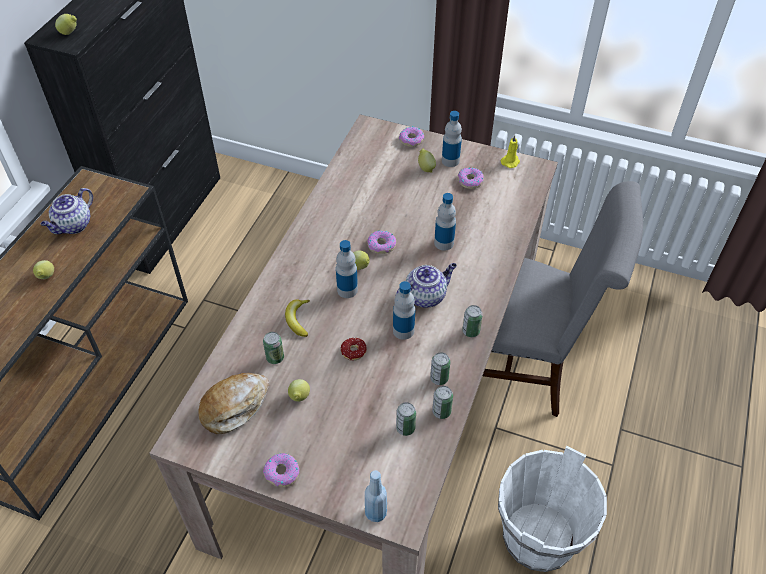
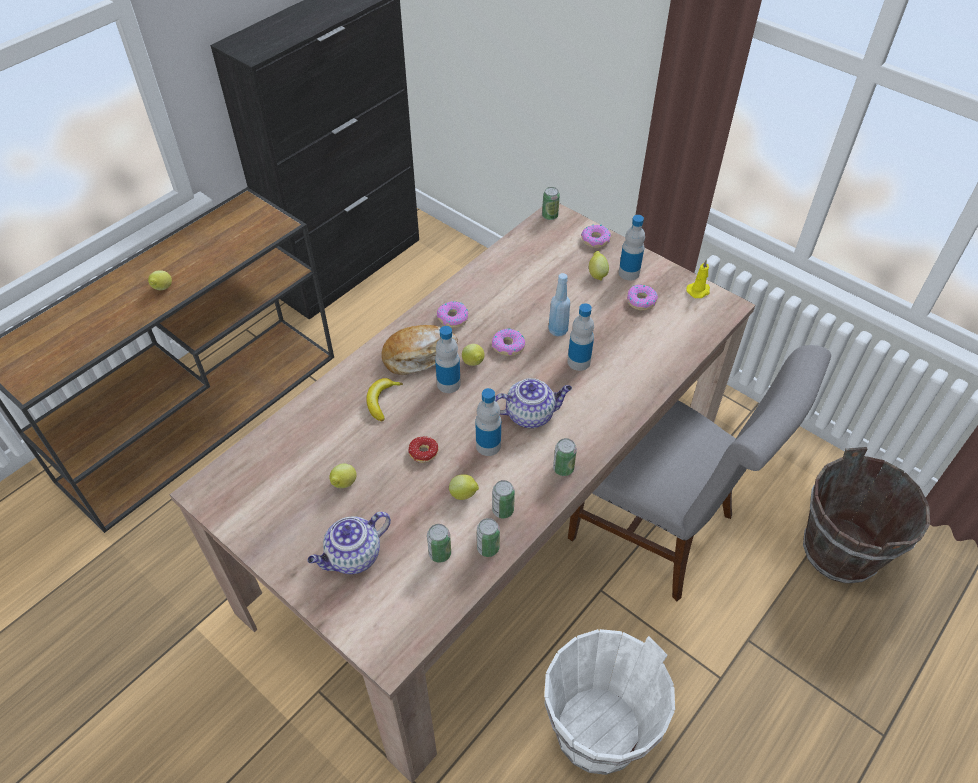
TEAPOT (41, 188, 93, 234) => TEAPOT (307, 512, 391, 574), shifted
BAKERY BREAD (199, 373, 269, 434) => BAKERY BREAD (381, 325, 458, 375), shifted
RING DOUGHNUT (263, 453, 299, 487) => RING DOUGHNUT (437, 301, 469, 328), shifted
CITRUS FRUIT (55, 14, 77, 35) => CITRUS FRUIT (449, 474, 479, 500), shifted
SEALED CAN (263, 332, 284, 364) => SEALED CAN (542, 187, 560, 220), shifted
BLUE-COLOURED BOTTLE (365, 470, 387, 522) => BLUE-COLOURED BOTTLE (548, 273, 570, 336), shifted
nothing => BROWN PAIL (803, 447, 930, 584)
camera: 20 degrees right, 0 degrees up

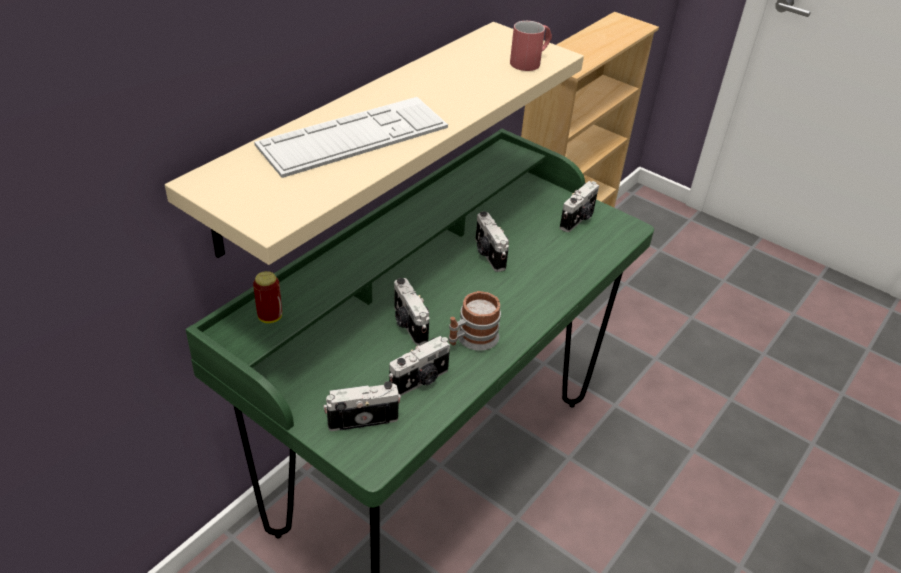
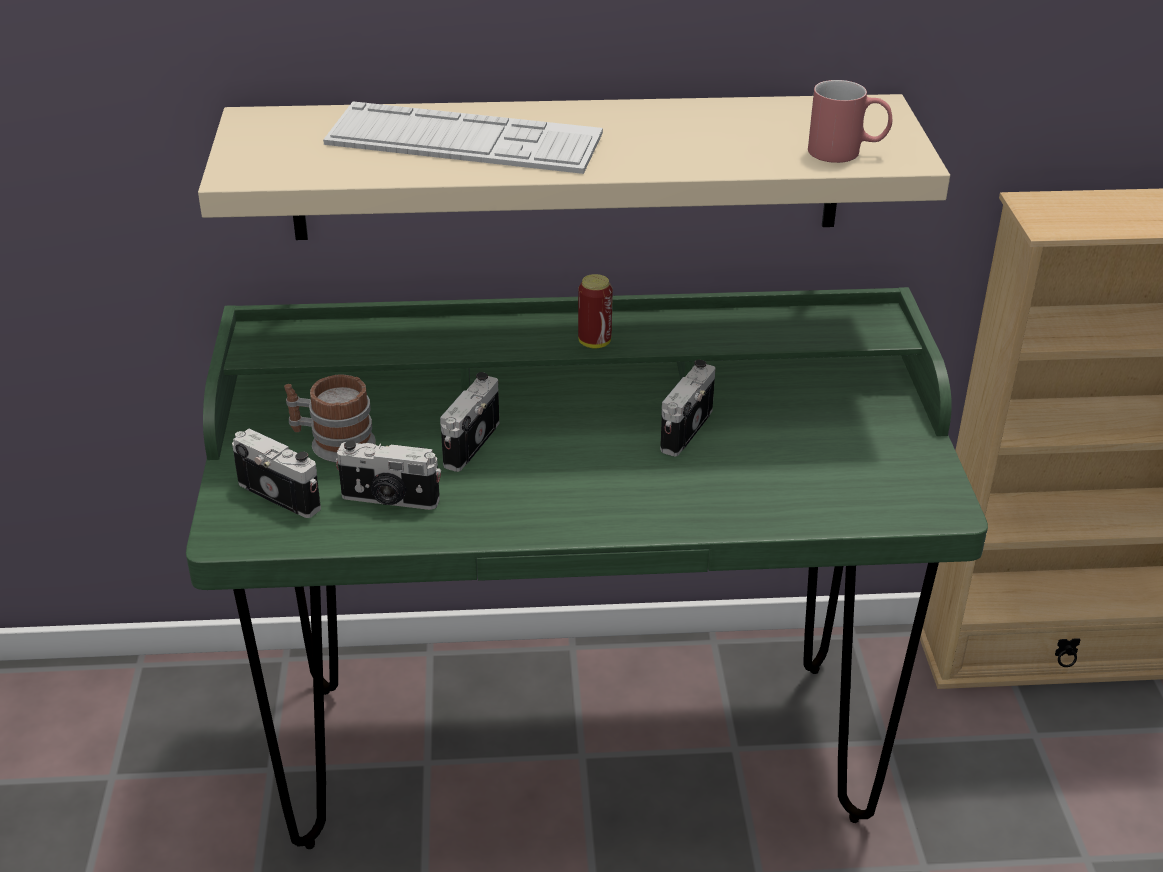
MUG (448, 291, 501, 351) => MUG (284, 374, 376, 462), shifted
SEALED CAN (253, 271, 282, 323) => SEALED CAN (578, 274, 613, 349), shifted
PHOTO CAMERA (560, 181, 599, 232) => nothing
camera: 50 degrees right, 5 degrees down

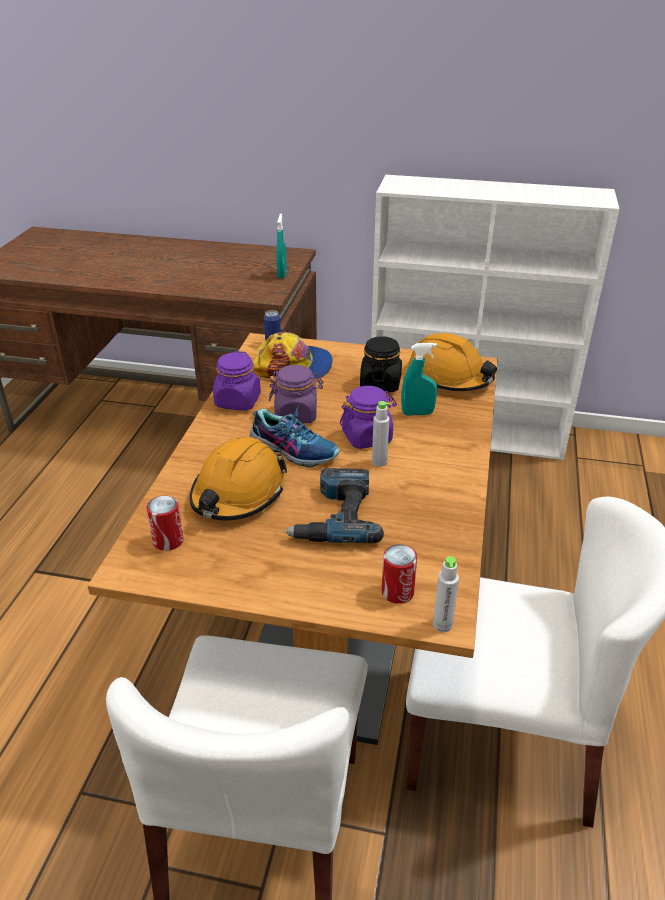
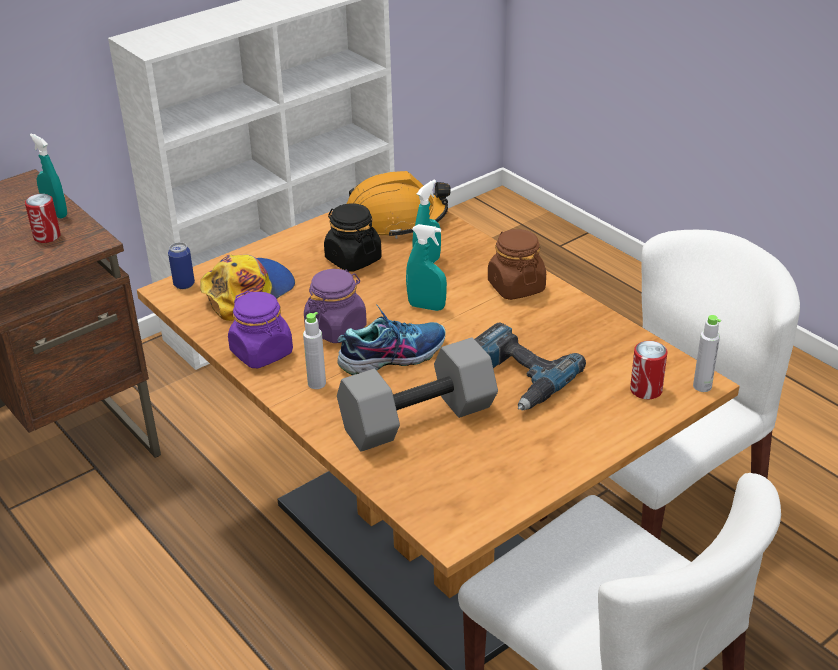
SEALED CAN (147, 495, 184, 551) => SEALED CAN (25, 194, 61, 243), shifted
GREYISH BOTTLE (372, 401, 390, 467) => GREYISH BOTTLE (303, 312, 326, 389), shifted
ORANGE-COLOURED WORK HELMET (189, 437, 287, 520) => GREYISH DUMBBELL (337, 337, 498, 452)
PURPLE JAR (340, 386, 397, 449) => BLUE-GREEN SPRAYER (406, 224, 447, 311)
nothing => BROWN JAR (488, 229, 546, 300)
camera: 50 degrees left, 0 degrees up

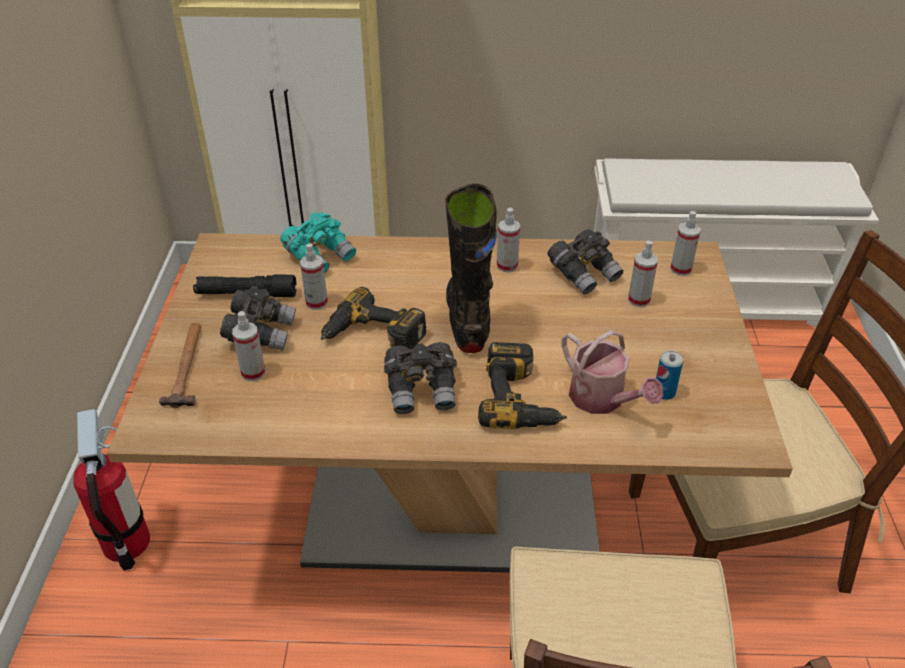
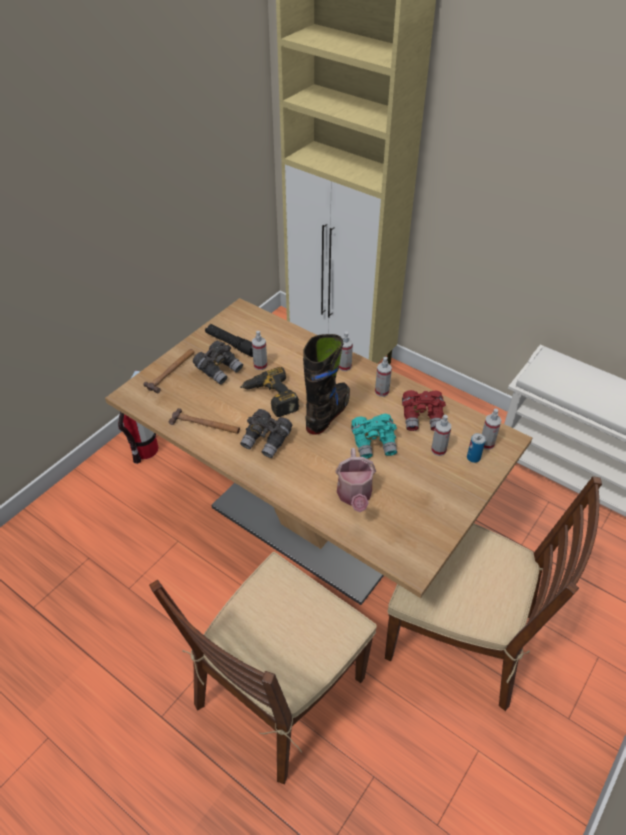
nothing => HAND HAMMER (169, 408, 240, 434)
SPRAYER (232, 311, 265, 381) => SPRAYER (339, 331, 353, 371), shifted
BLUE-GREEN PAIR OF BINOCULARS (280, 213, 356, 273) => BLUE-GREEN PAIR OF BINOCULARS (351, 414, 397, 459), shifted
GREYISH PAIR OF BINOCULARS (547, 229, 624, 294) => REDDISH PAIR OF BINOCULARS (402, 390, 446, 431)
SEALED CAN (656, 351, 683, 400) => SEALED CAN (467, 433, 486, 463), shifted
DRILL (478, 342, 567, 429) => nothing
camera: 35 degrees right, 5 degrees up

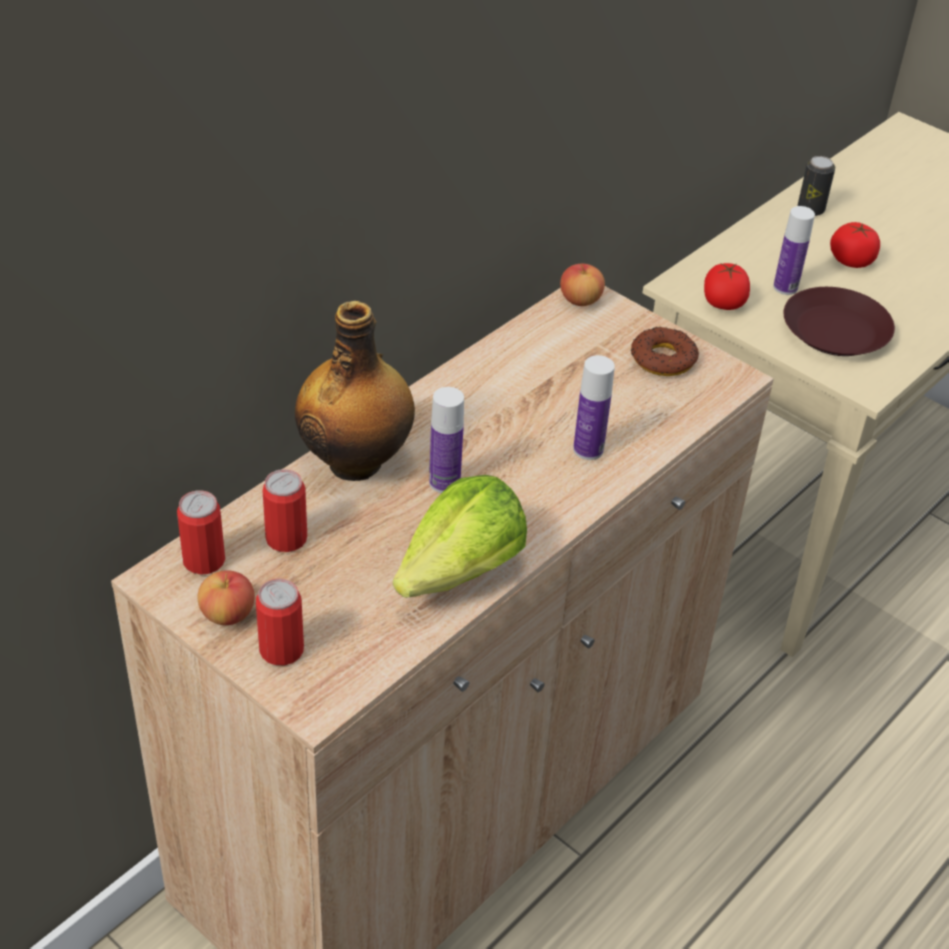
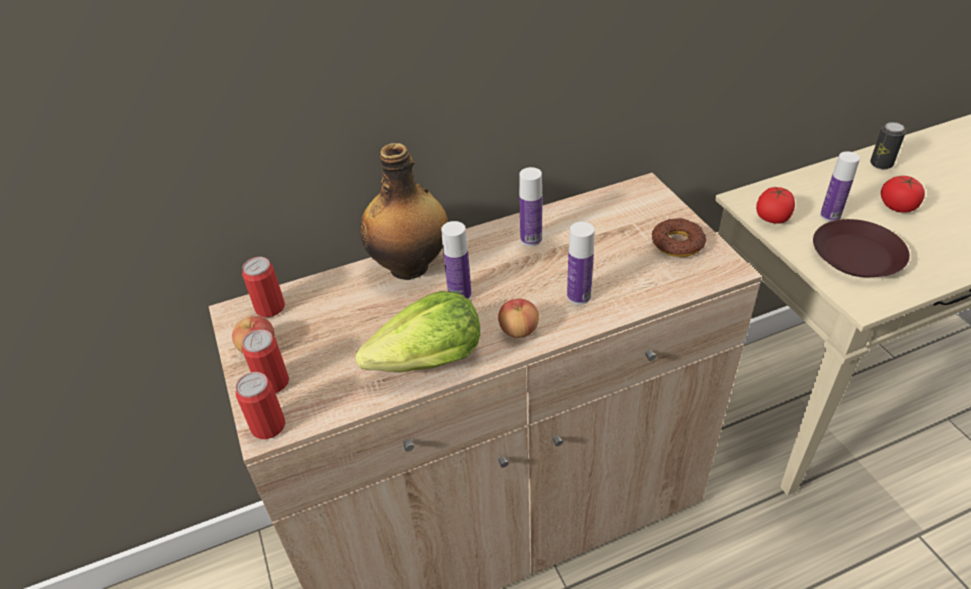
SEALED CAN (263, 469, 307, 552) => SEALED CAN (236, 372, 285, 439), shifted
WHOLE APPLE (560, 264, 605, 306) => WHOLE APPLE (498, 299, 539, 338), shifted
nothing => BOTTLE (519, 167, 542, 246)
camera: 30 degrees right, 0 degrees up

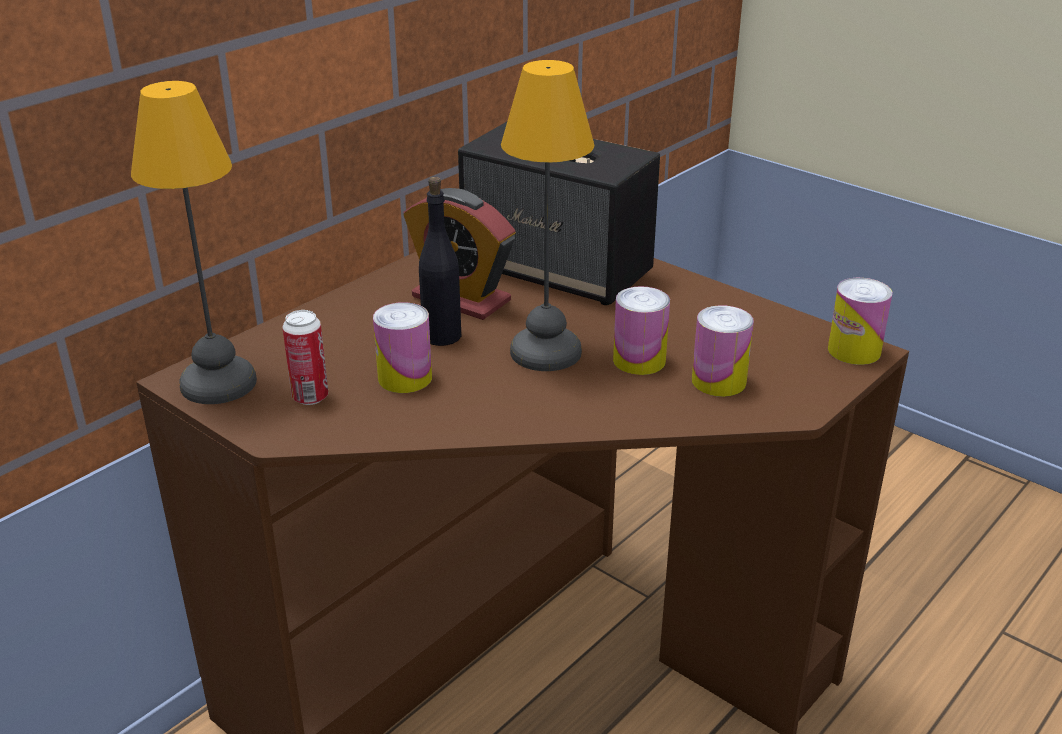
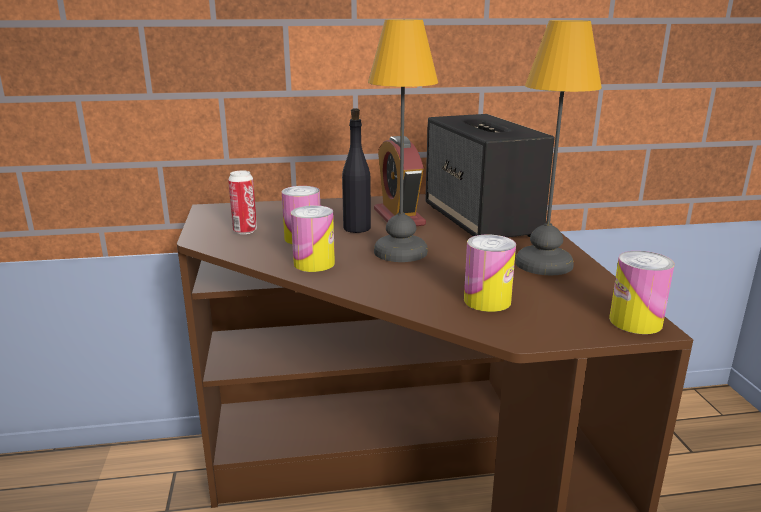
SEALED CAN (613, 286, 670, 375) => SEALED CAN (291, 205, 335, 272), shifted
TABLE LAMP (131, 81, 257, 404) => TABLE LAMP (515, 20, 602, 275), shifted
camera: 40 degrees right, 10 degrees down

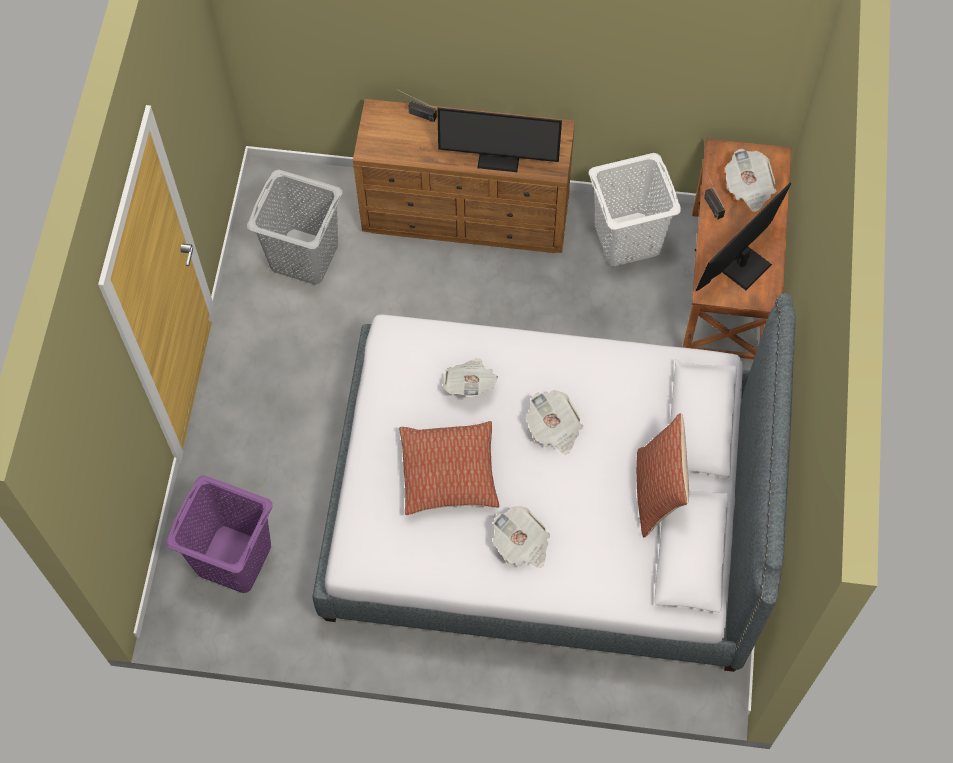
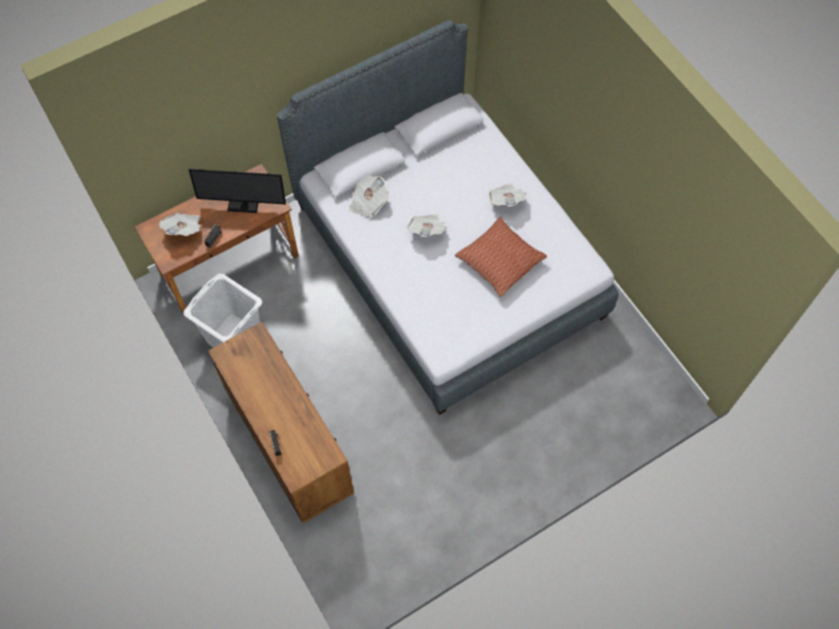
DAILY PAPER (443, 358, 498, 398) => DAILY PAPER (349, 175, 389, 218), shifted
PURPLE WASHING BASKET (166, 475, 273, 593) => nothing
GREYISH WASHING BASKET (247, 170, 342, 285) => nothing
COMPUTER SCREEN (437, 107, 562, 172) => nothing
THROW PILLOW (636, 413, 689, 538) => nothing
camera: 130 degrees left, 0 degrees up

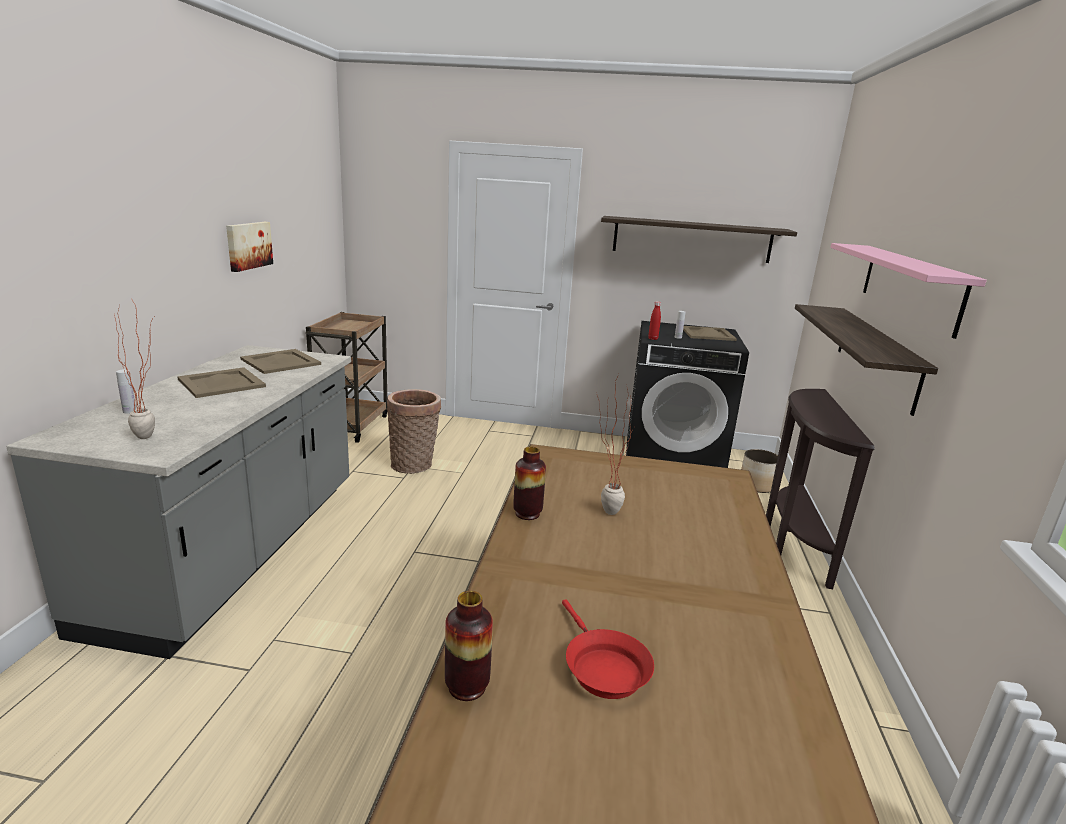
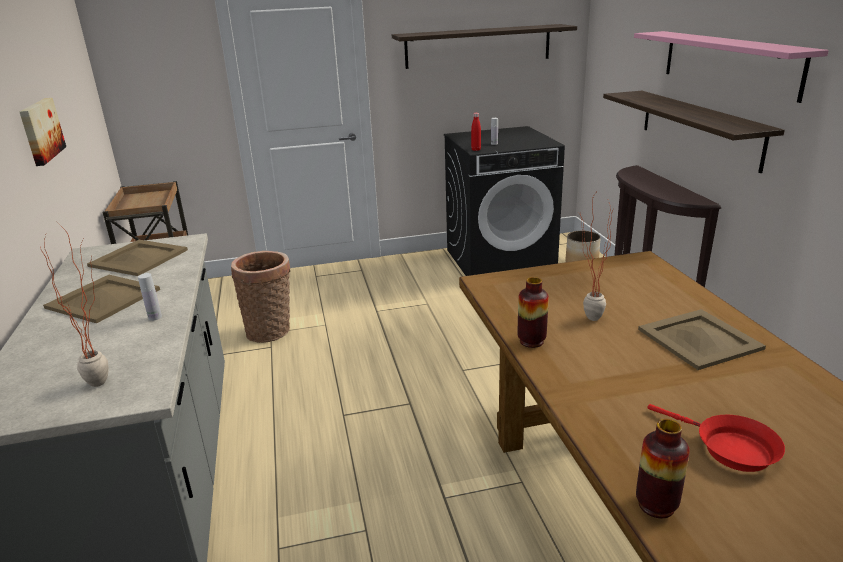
WHITE BOTTLE (116, 369, 136, 414) => WHITE BOTTLE (138, 273, 162, 321), shifted
SAND-COLOURED TRAY (683, 326, 737, 341) => SAND-COLOURED TRAY (638, 309, 766, 370), shifted
camera: 20 degrees left, 5 degrees up

